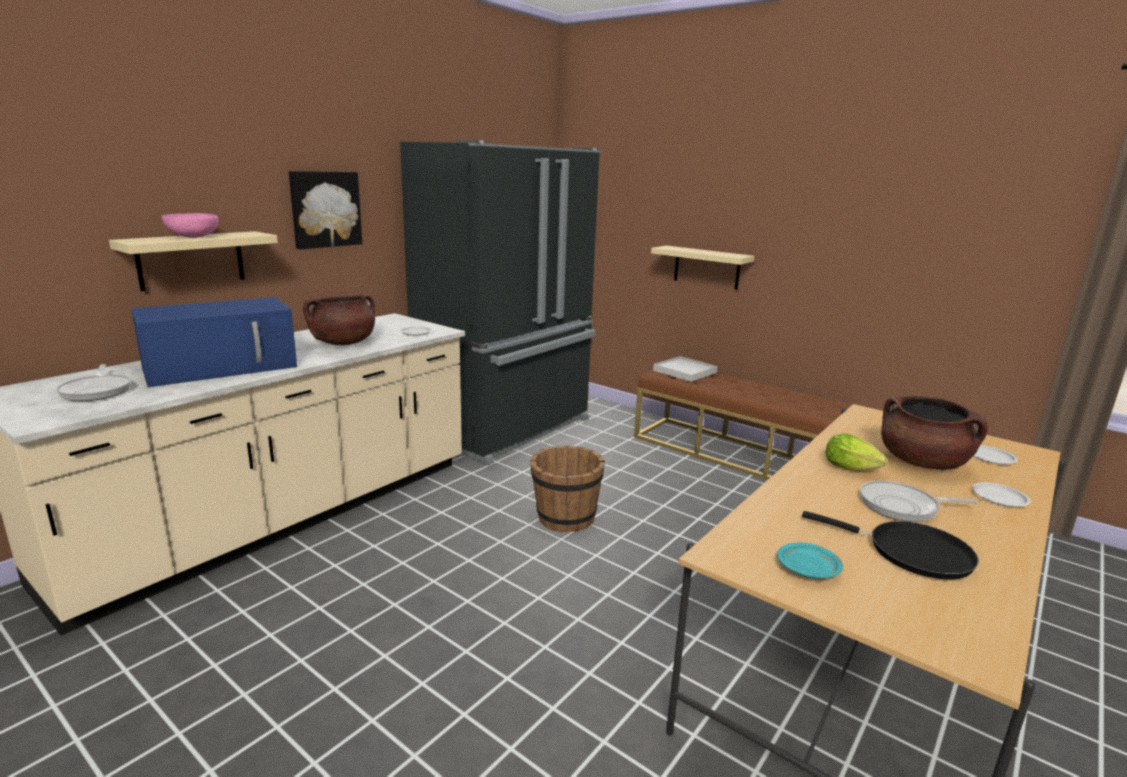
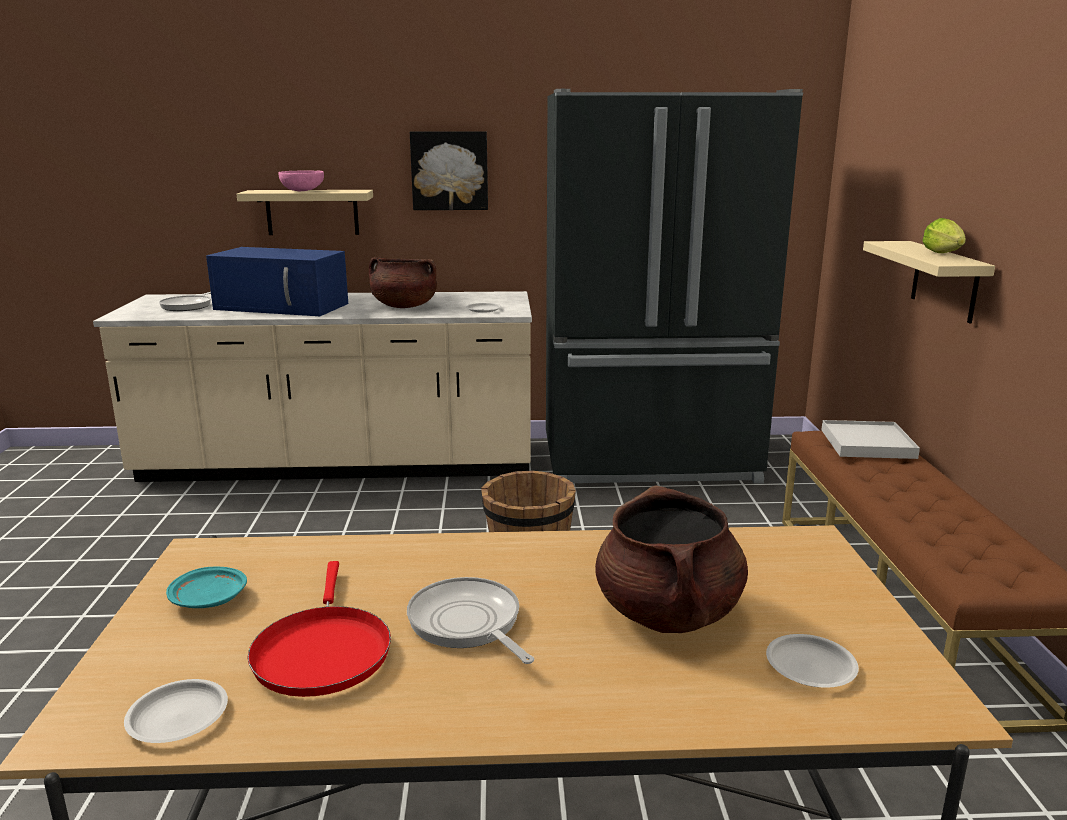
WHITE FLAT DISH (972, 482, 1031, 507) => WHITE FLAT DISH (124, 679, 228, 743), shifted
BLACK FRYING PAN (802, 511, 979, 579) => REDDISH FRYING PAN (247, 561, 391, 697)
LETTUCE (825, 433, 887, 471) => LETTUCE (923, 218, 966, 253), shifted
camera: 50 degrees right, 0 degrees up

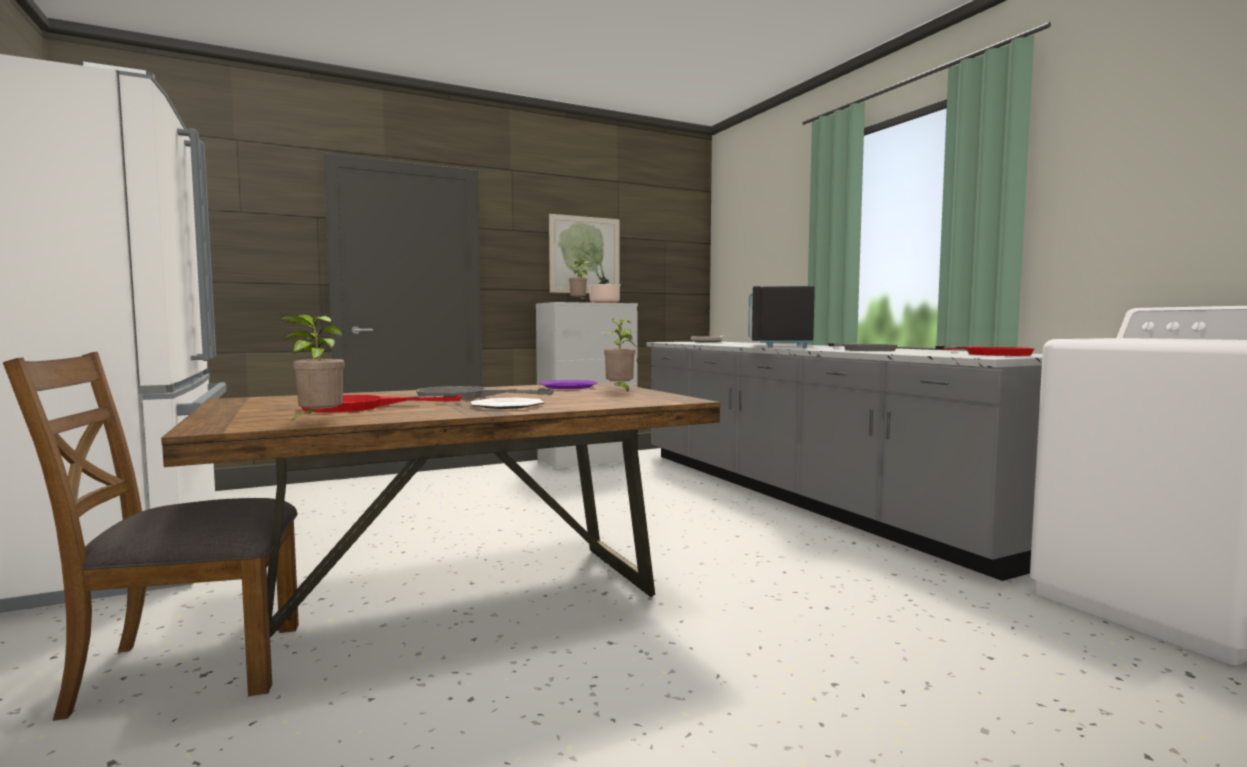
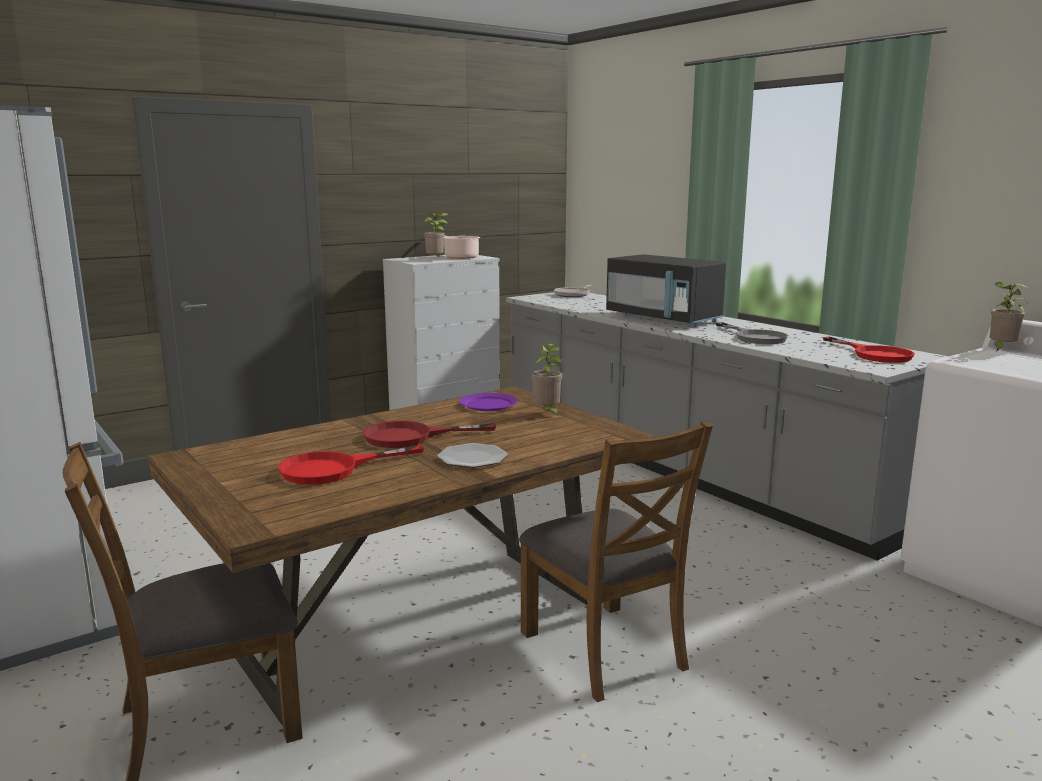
GREYISH FRYING PAN (416, 386, 554, 400) => REDDISH FRYING PAN (363, 421, 496, 448)
nothing => BROWN UPRIGHT CHAIR (519, 420, 713, 702)
BLACK MICROWAVE OVEN (748, 286, 815, 348) => BLACK MICROWAVE OVEN (606, 254, 726, 327), 45 degrees counterclockwise
POTTED PLANT (279, 314, 345, 422) => POTTED PLANT (990, 282, 1029, 352), shifted
WALL ART (549, 214, 620, 293) => nothing
camera: 10 degrees left, 10 degrees up

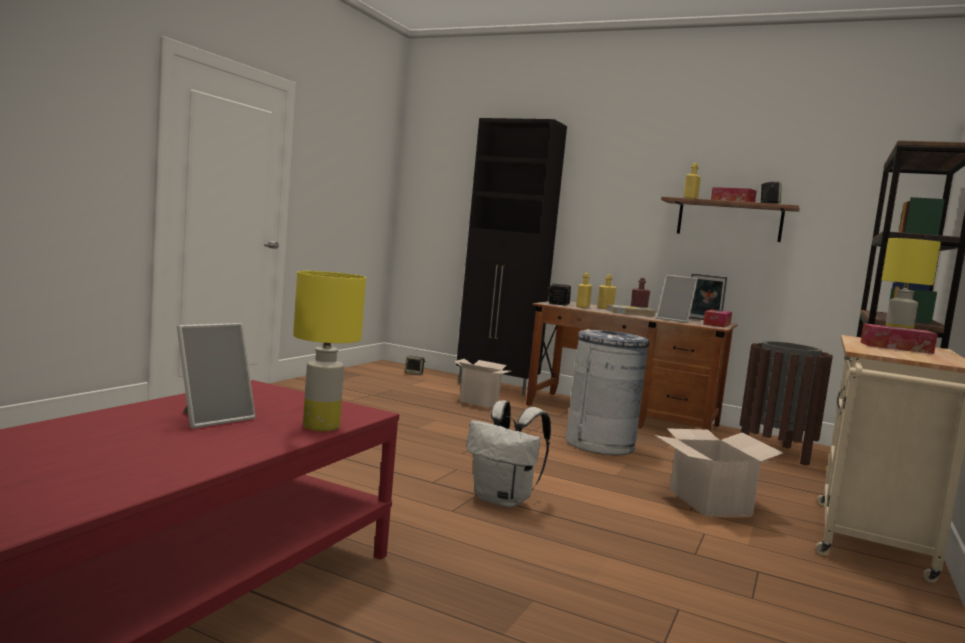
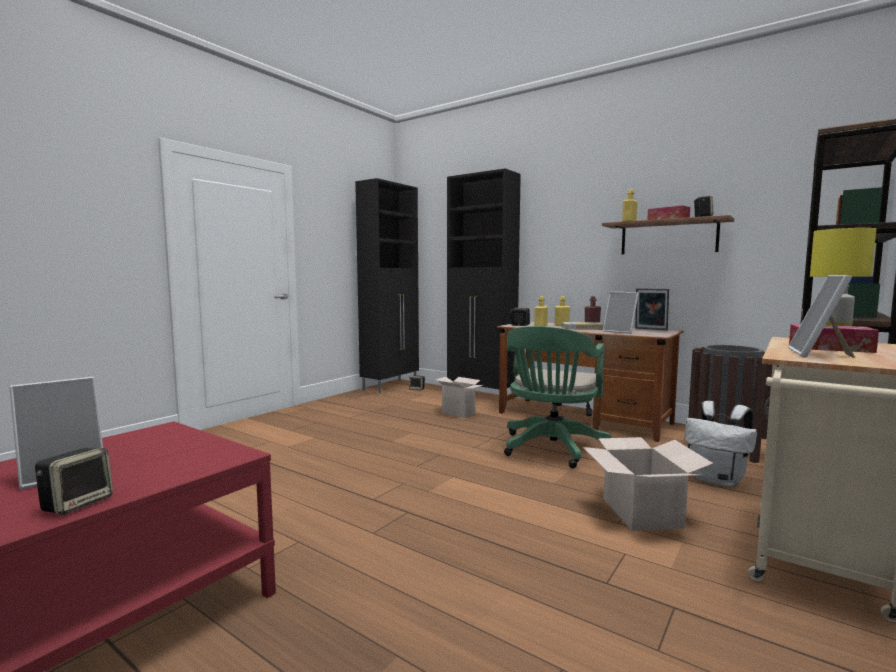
nothing => SPEAKER (35, 448, 113, 515)
nothing => BLACK CABINET (355, 178, 419, 393)
GREYISH RUBBISH BIN (566, 329, 650, 455) => GREEN COMPUTER CHAIR (504, 326, 612, 468)
WHITE RUCKSACK (466, 400, 551, 508) => WHITE RUCKSACK (685, 401, 757, 487), shifted
nothing => PICTURE FRAME (788, 275, 855, 358)
YELLOWISH TABLE LAMP (293, 271, 366, 431) => nothing
TISSUE BOX (703, 309, 732, 327) => nothing
camera: 10 degrees right, 0 degrees up

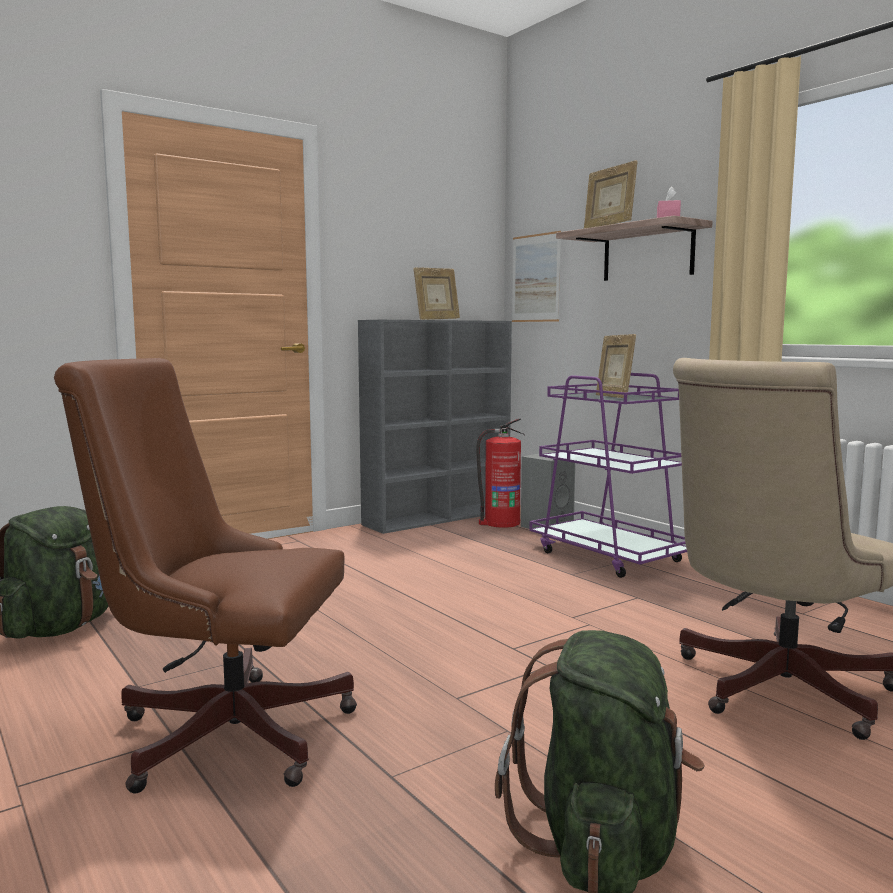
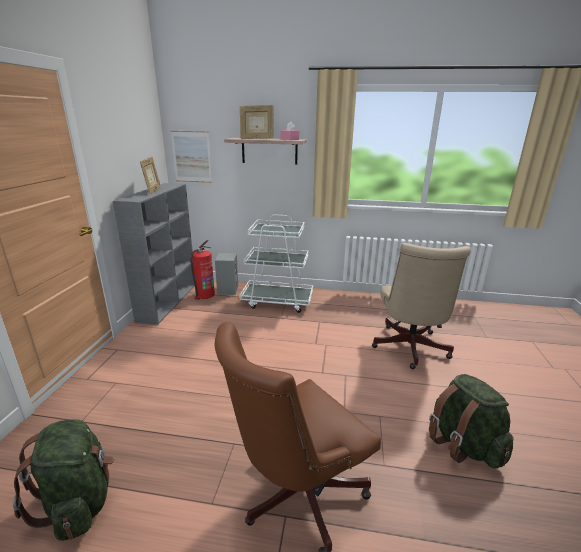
PURPLE CART (529, 373, 687, 578) => WHITE CART (239, 214, 313, 313)
PICTURE FRAME (596, 334, 636, 398) => nothing
camera: 45 degrees left, 15 degrees up

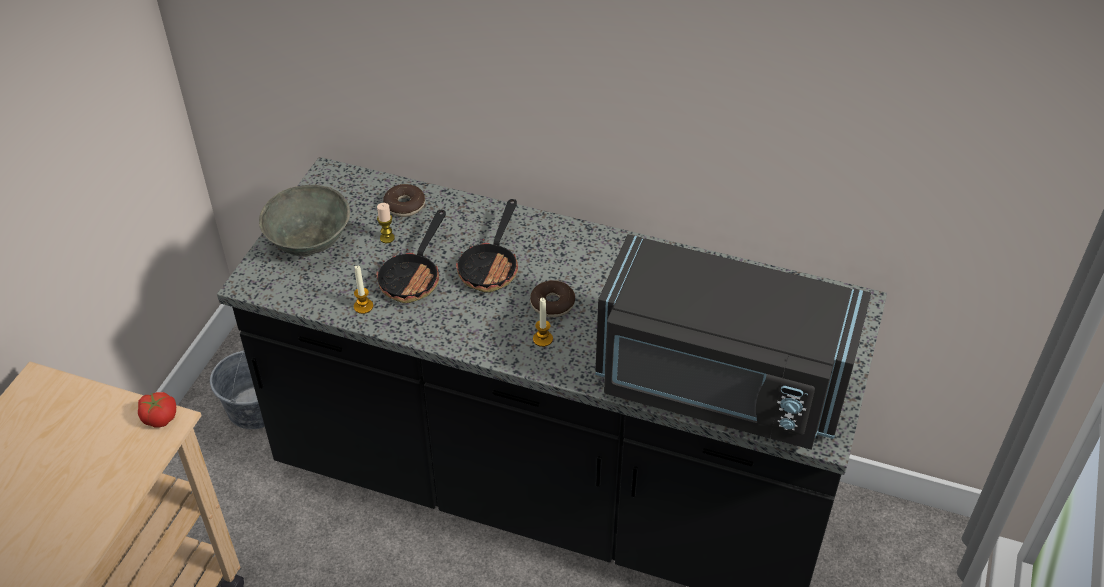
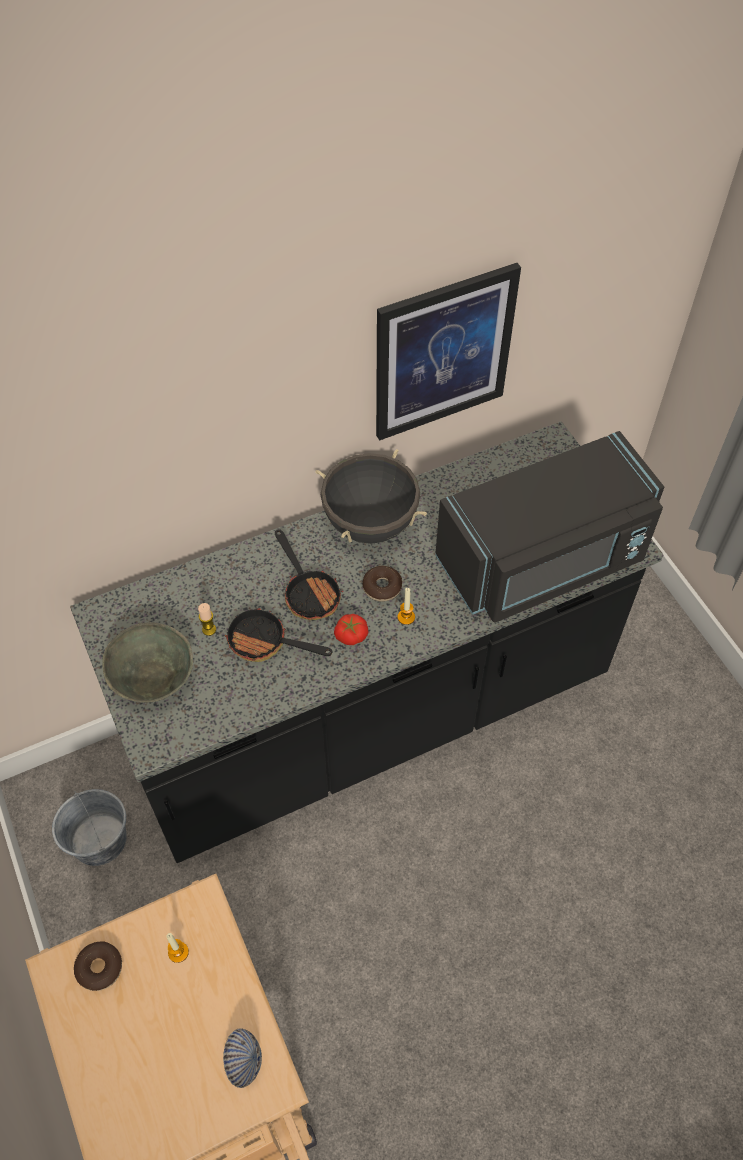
RING DOUGHNUT (383, 184, 425, 217) => RING DOUGHNUT (74, 941, 122, 991), shifted
WAX CANDLE (354, 265, 373, 314) => WAX CANDLE (166, 933, 189, 963), shifted
nothing => BOWL (223, 1028, 262, 1088)
FRYING PAN (376, 210, 446, 303) => FRYING PAN (224, 607, 333, 662), 135 degrees clockwise
nothing => BLACK STOCKPOT (315, 449, 427, 544)
TOMATO (138, 392, 176, 427) => TOMATO (334, 614, 368, 645), shifted
nothing => WALL ART (376, 263, 521, 441)
camera: 45 degrees left, 10 degrees up

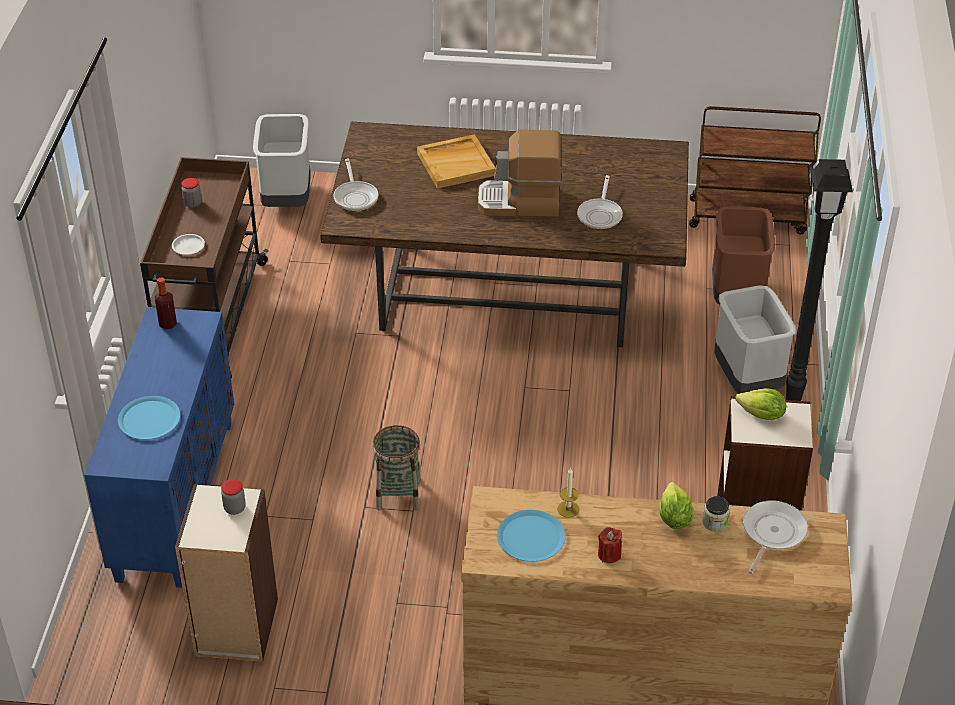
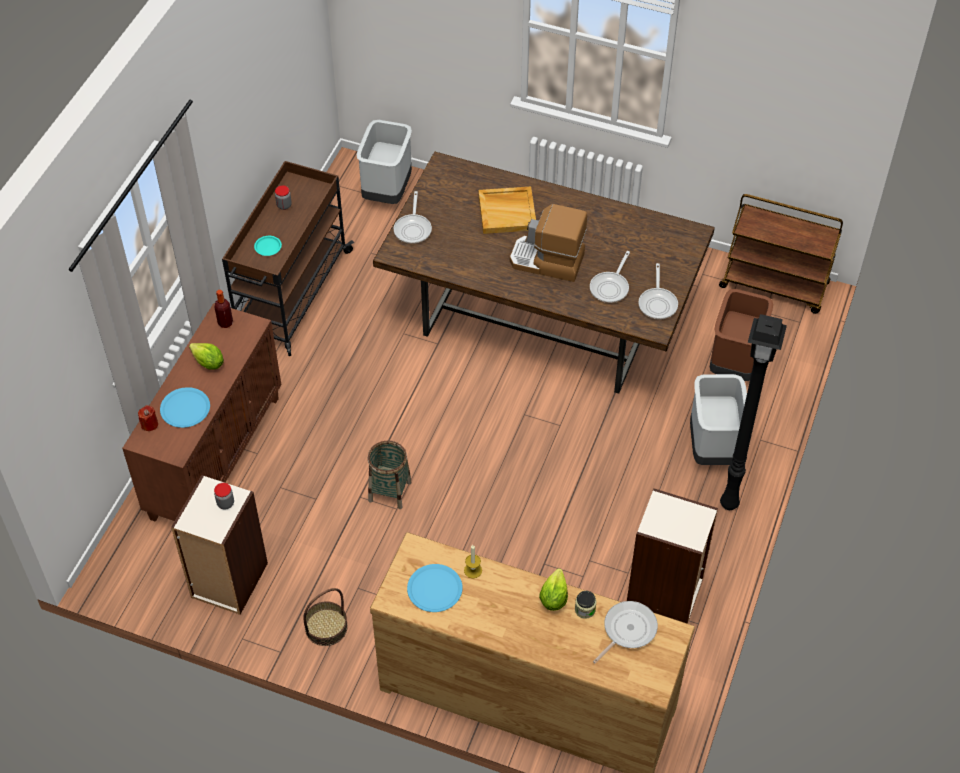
BLUE-COLOURED CABINET (84, 307, 234, 588) => BROWN CABINET (122, 303, 281, 522)
REDDISH WAX CANDLE (598, 527, 622, 563) => REDDISH WAX CANDLE (138, 405, 158, 431), shifted
LETTUCE (735, 388, 786, 420) => LETTUCE (189, 343, 224, 370), shifted
WHITE FLAT DISH (172, 234, 205, 255) => BLUE-GREEN FLAT DISH (254, 236, 282, 256)
nothing => STORAGE BASKET (303, 588, 348, 646)
nothing => FRYING PAN (638, 263, 678, 320)
camera: 15 degrees right, 10 degrees up

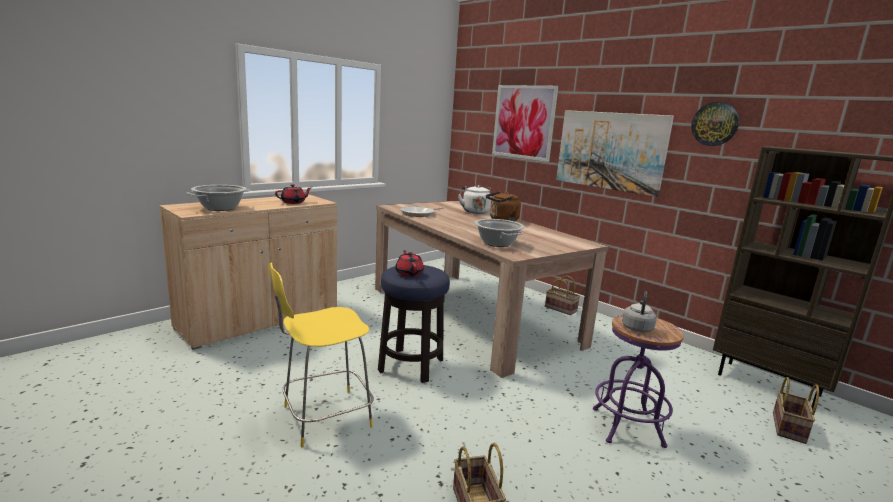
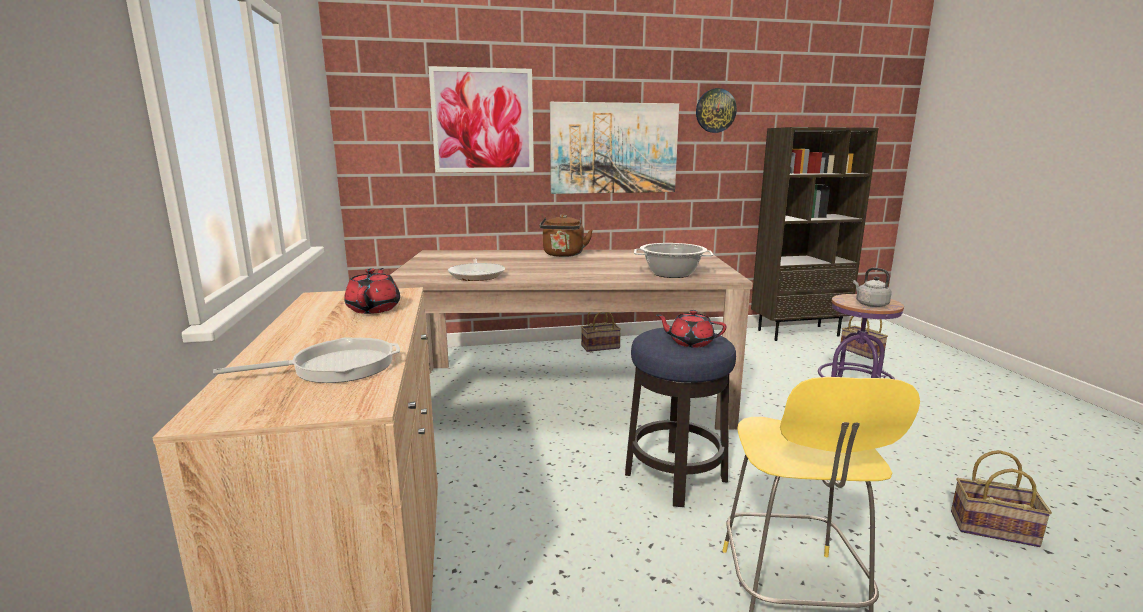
STOCKPOT (186, 185, 251, 211) => FRYING PAN (213, 337, 400, 383)
WHITE WATER KETTLE (458, 185, 491, 214) => nothing
camera: 55 degrees left, 0 degrees up

